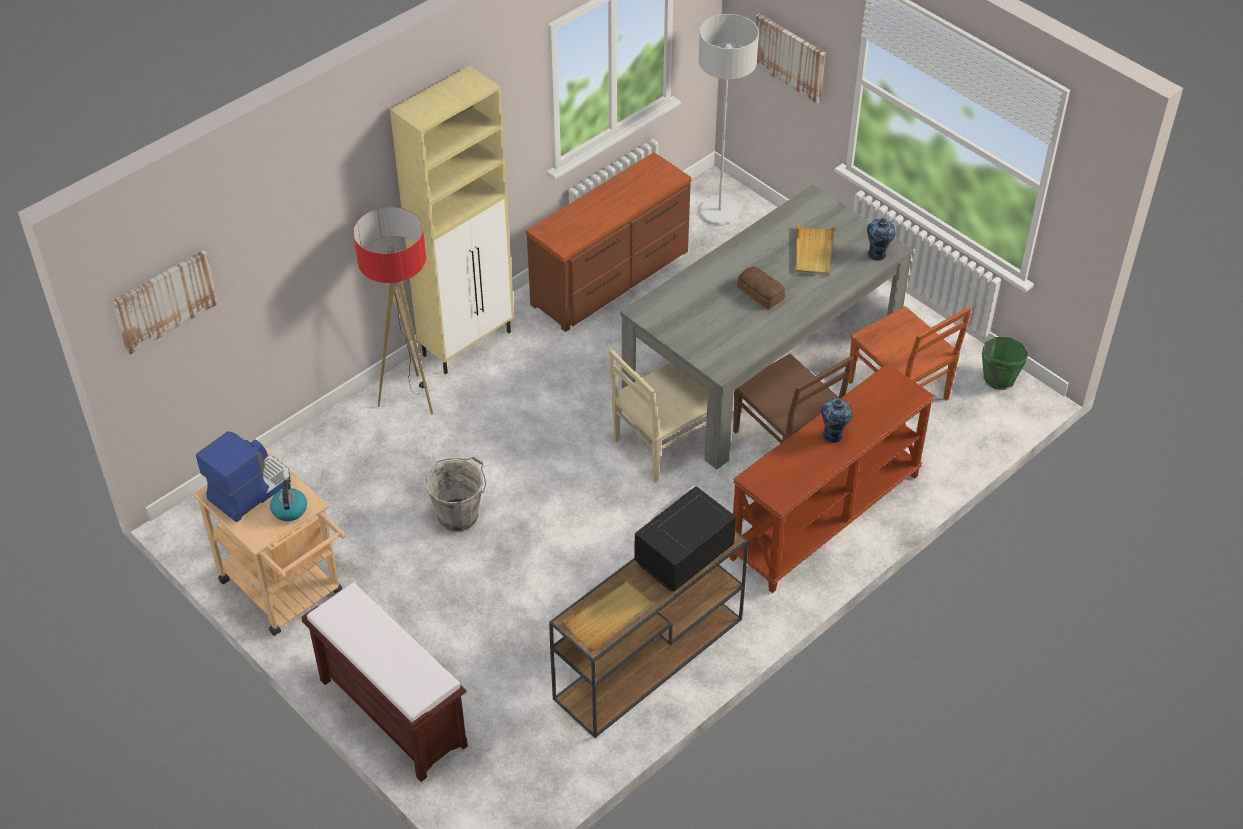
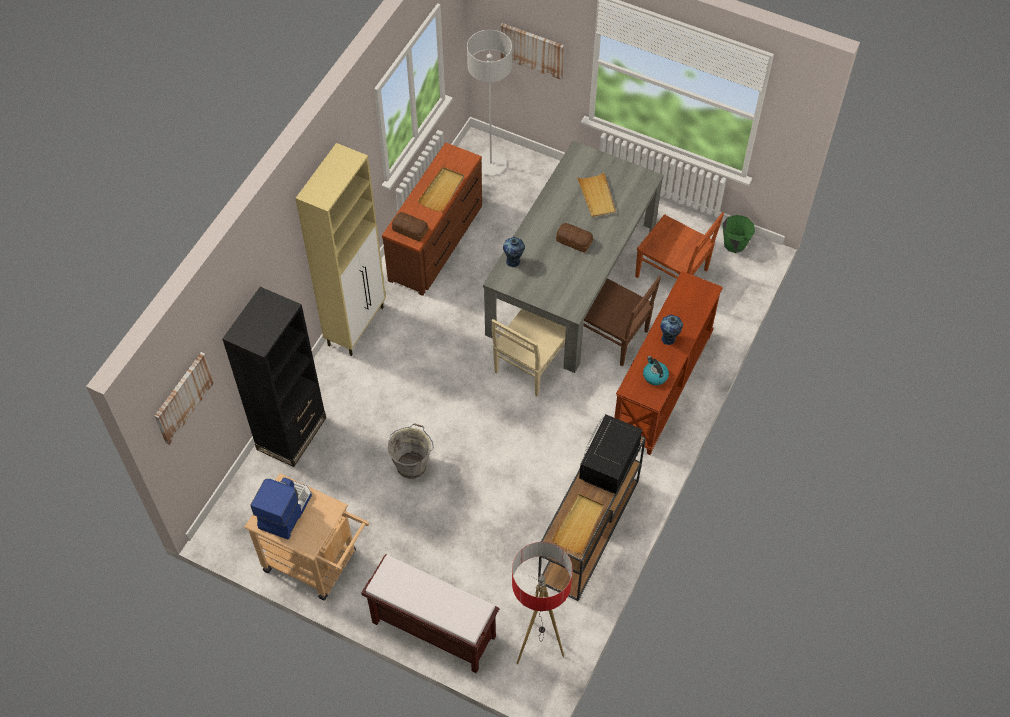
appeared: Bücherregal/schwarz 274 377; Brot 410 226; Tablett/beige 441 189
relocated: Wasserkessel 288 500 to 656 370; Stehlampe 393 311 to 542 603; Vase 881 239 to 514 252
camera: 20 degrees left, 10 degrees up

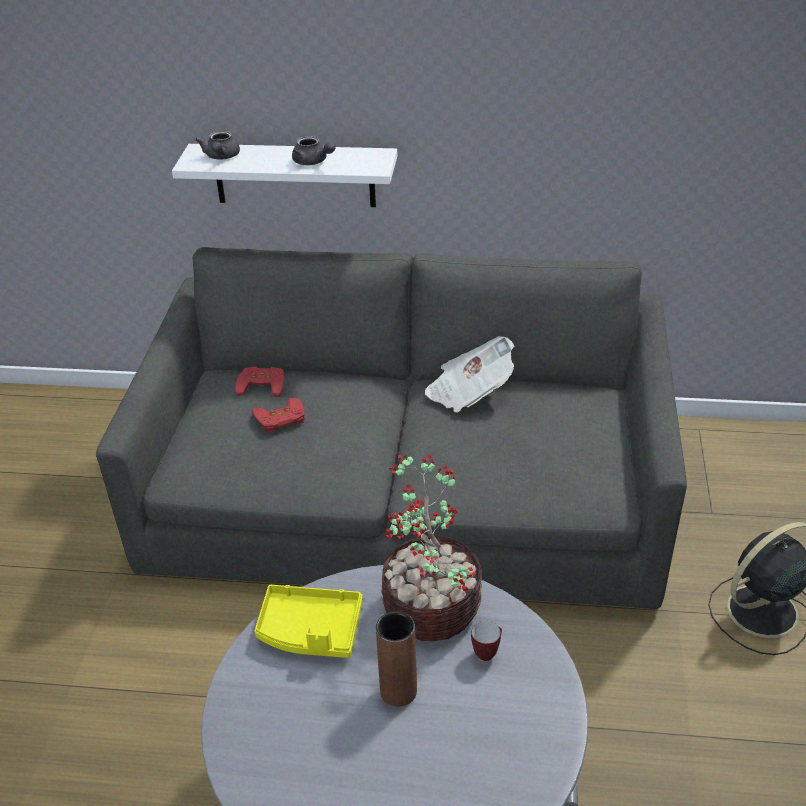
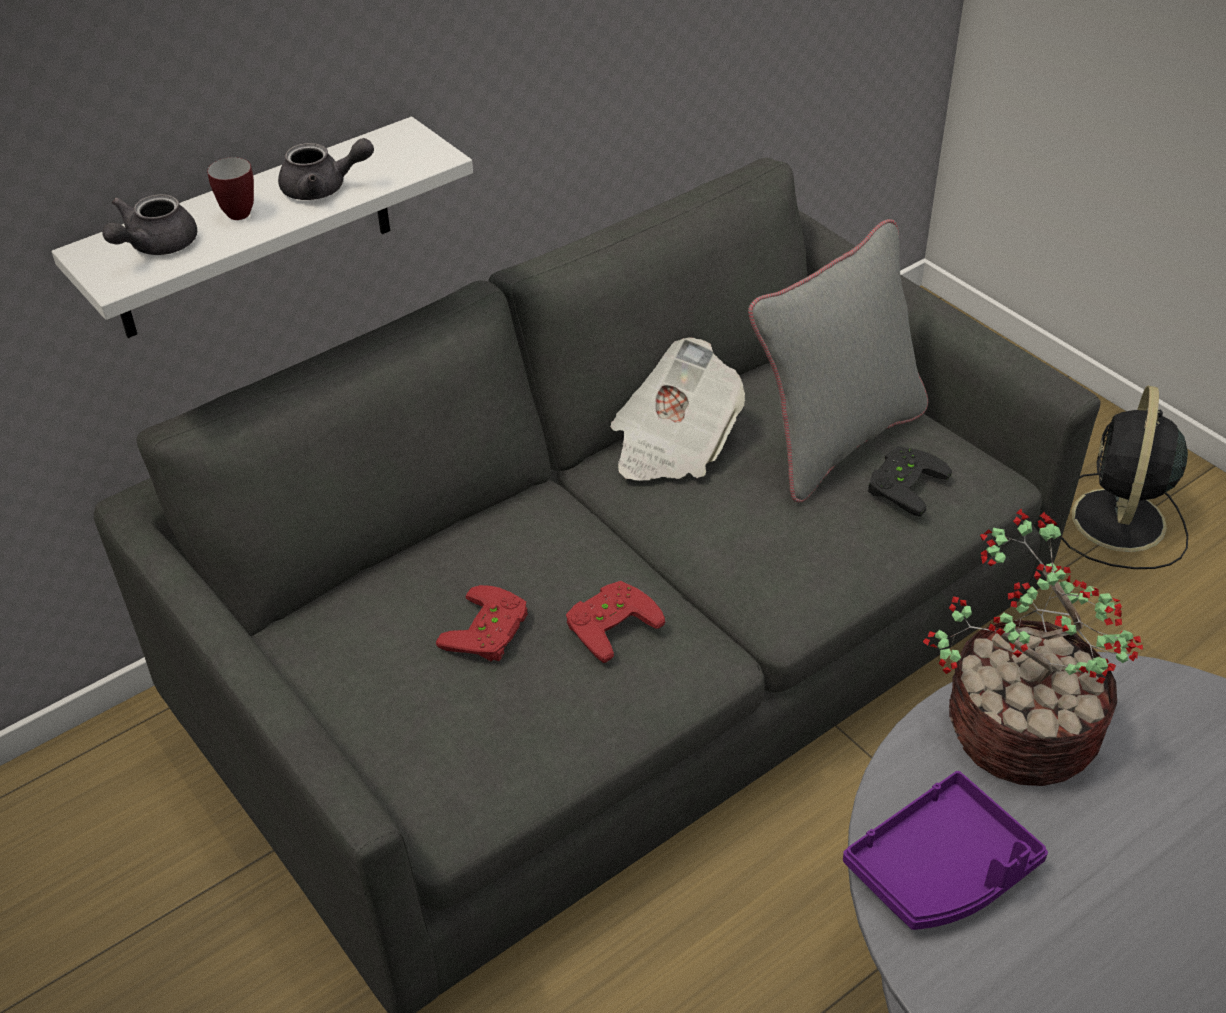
missing: Vase/braun 396 659
appeared: Kissen/grau 838 360; Gamepad/schwarz 910 481
relocated: Gamepad/rot 259 382 to 615 622; Henkelbecher 486 641 to 230 188
colour: Tablett/gelb 309 621 to Tablett/lila 945 850
spun: Teekanne/grau 217 145 = 150 224 75 degrees clockwise
camera: 45 degrees left, 5 degrees up

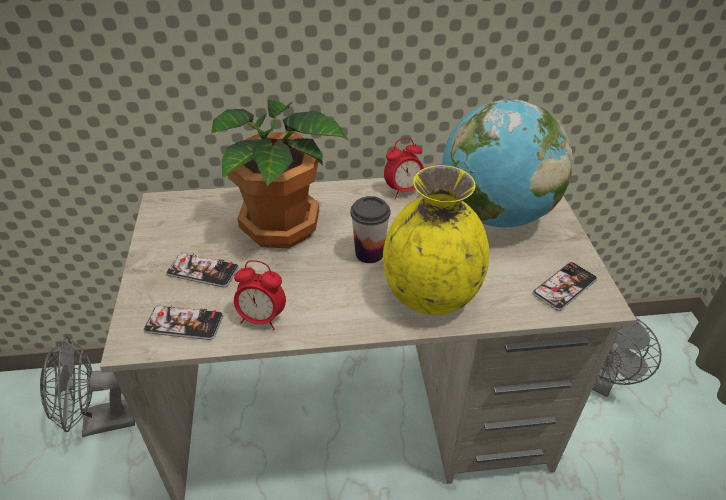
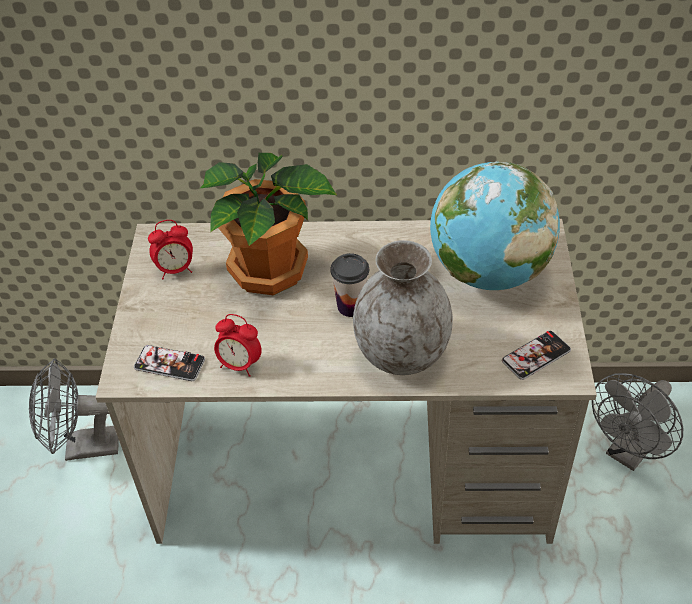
missing: Handy 202 270
relocated: Wecker 404 168 to 170 249
colour: Vase/gelb 436 240 to Vase/grau 403 307
camera: 10 degrees right, 5 degrees up

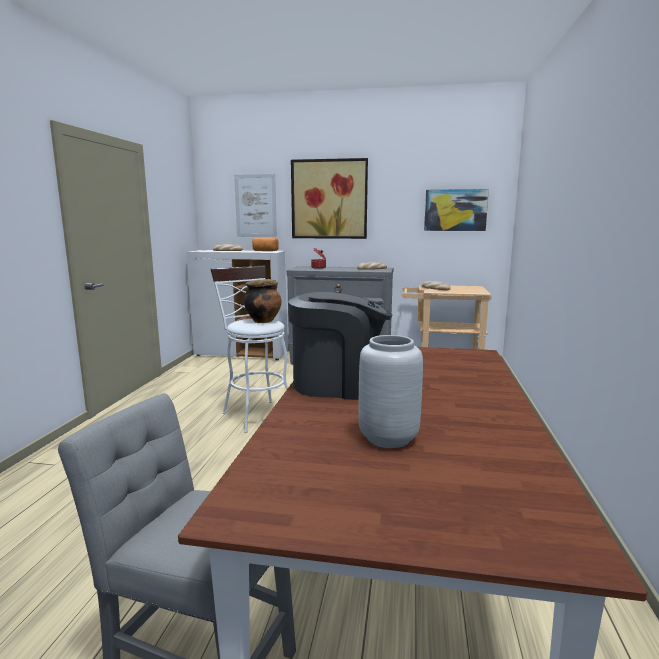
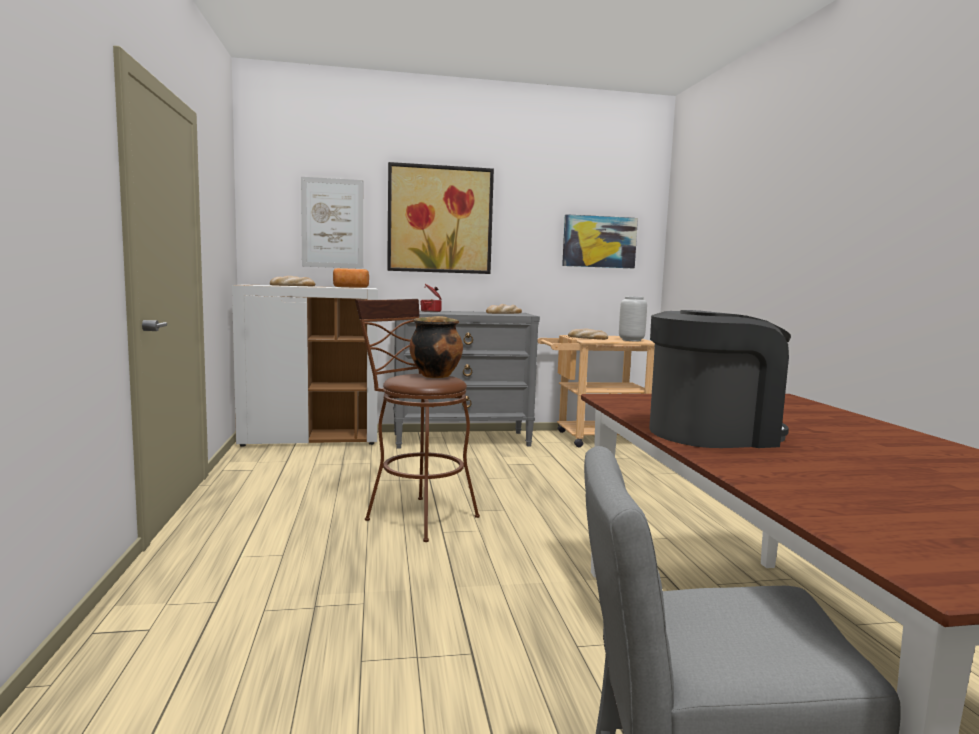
relocated: Vase/grau 391 391 to 633 318
colour: Hocker/weiß 249 349 to Hocker/braun 417 420
camera: 20 degrees left, 5 degrees down

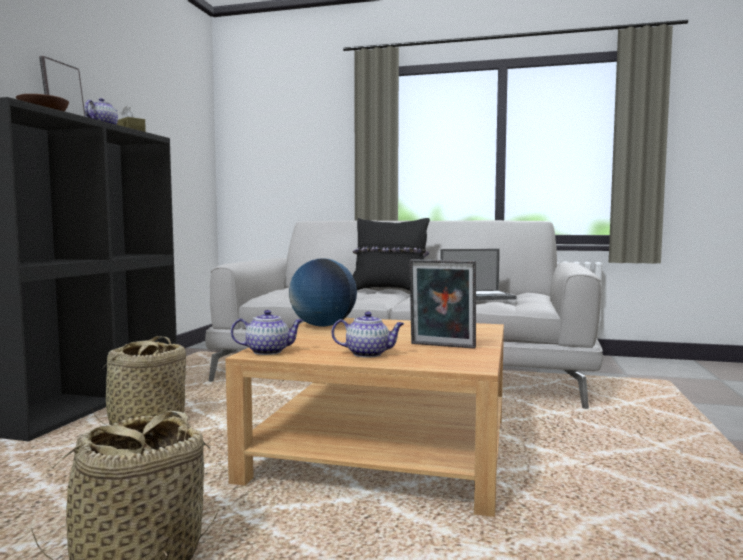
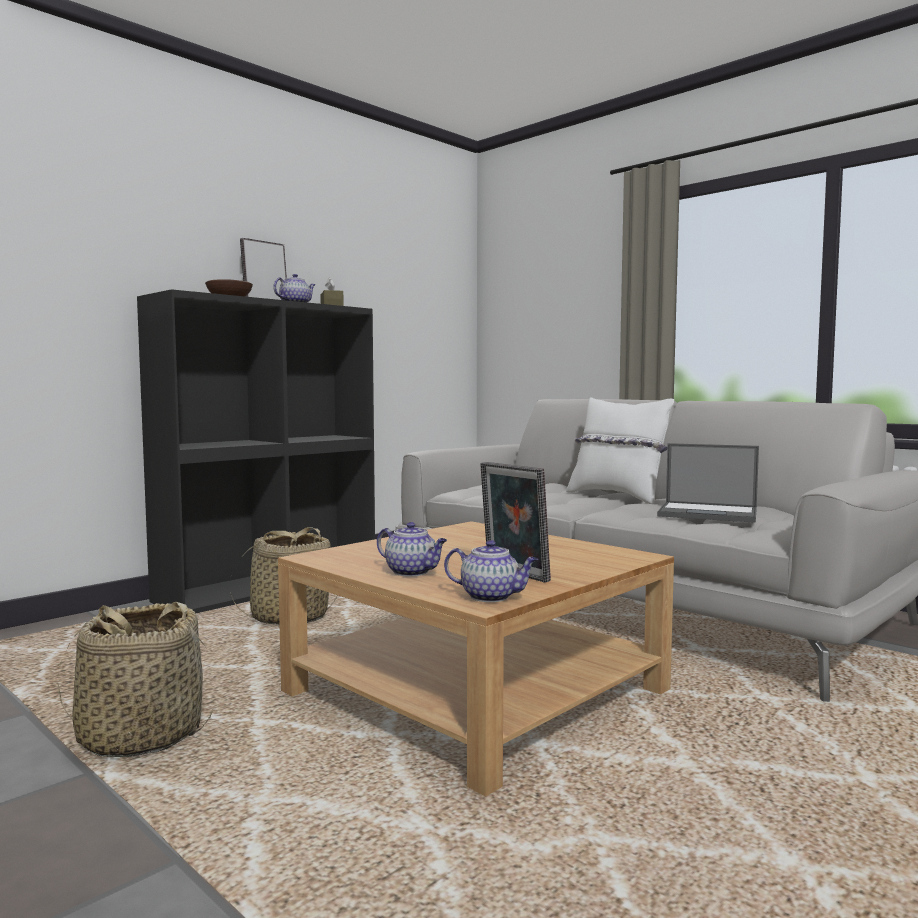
missing: Globus 323 292
relocated: Teekanne 267 332 to 491 571
colour: Kissen/schwarz 391 254 to Kissen/weiß 620 450
camera: 30 degrees right, 0 degrees up

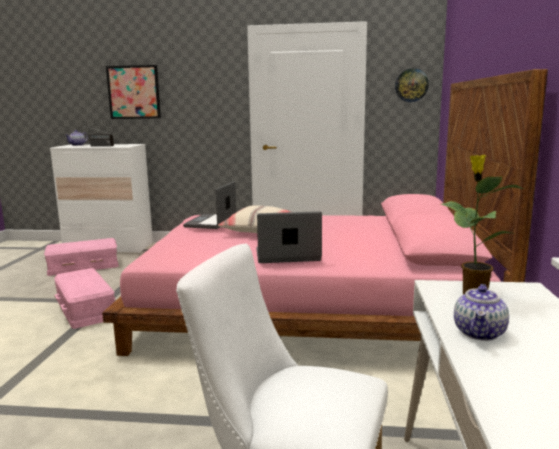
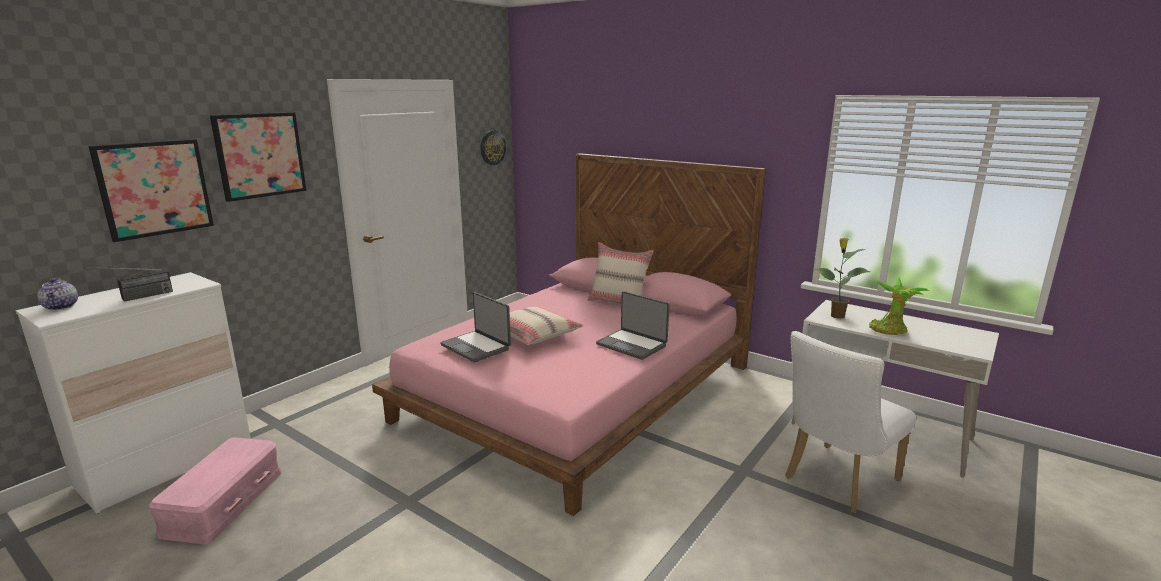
missing: Aufbewahrungsbox/rosa 84 298
appeared: Bild 258 157; Kissen/beige 620 273
exchanged: Teekanne 481 312 to Topfpflanze 899 306
spun: Laptop 289 237 = 632 325 75 degrees counterclockwise
camera: 60 degrees left, 5 degrees up

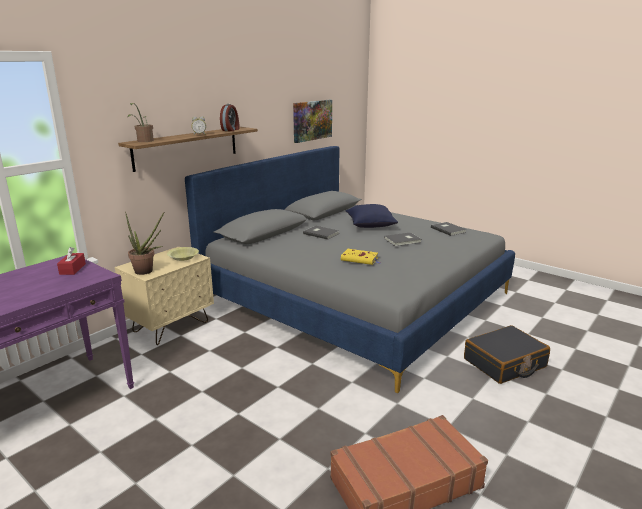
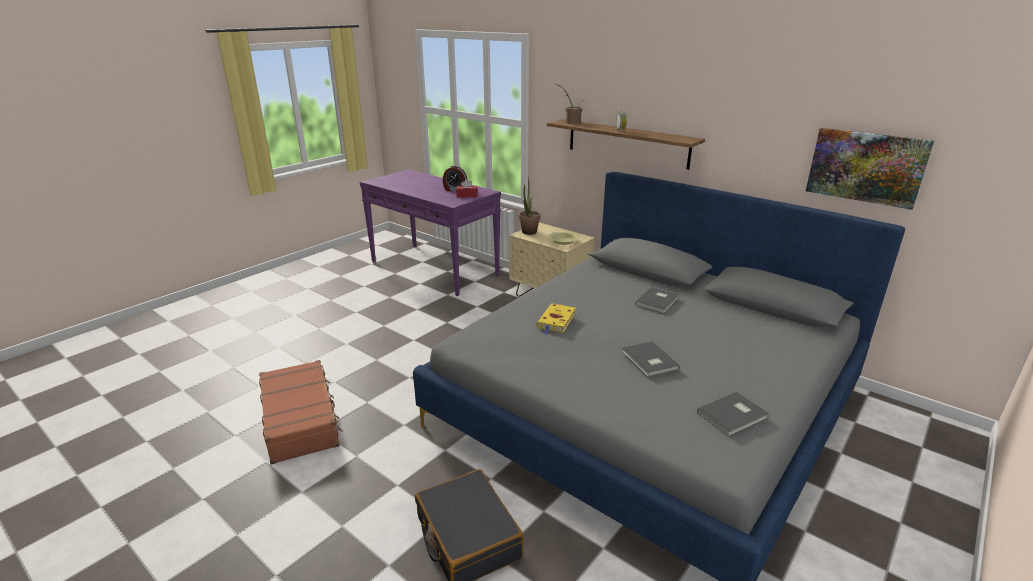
missing: Kissen/blau 372 216
relocated: Wecker 229 117 to 455 178
camera: 90 degrees right, 5 degrees up

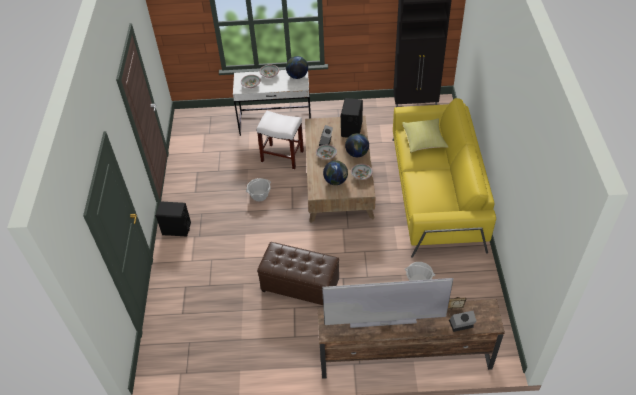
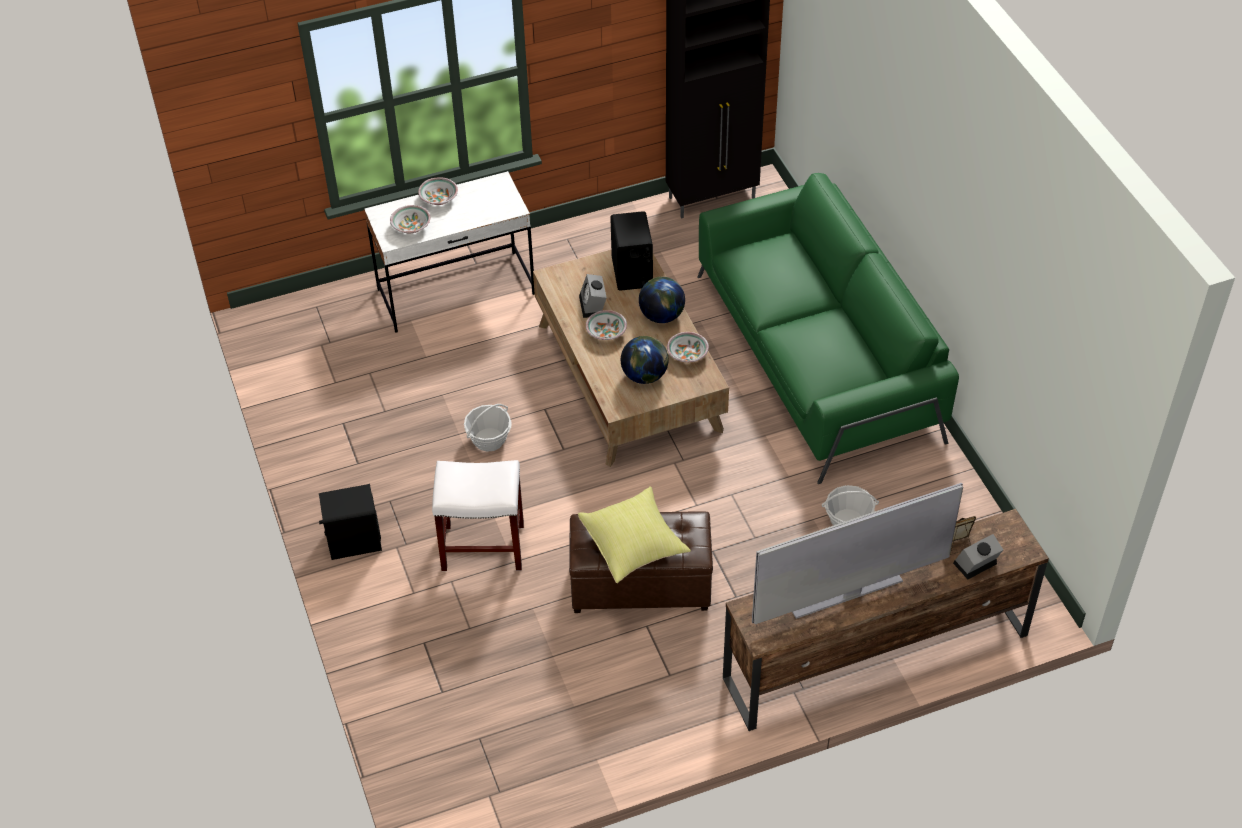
missing: Globus 297 67
relocated: Hocker/weiß 280 140 to 478 515; Kissen/gelb 425 135 to 634 534
colour: Sofa/gelb 444 178 to Sofa/grün 828 328
camera: 20 degrees left, 0 degrees up

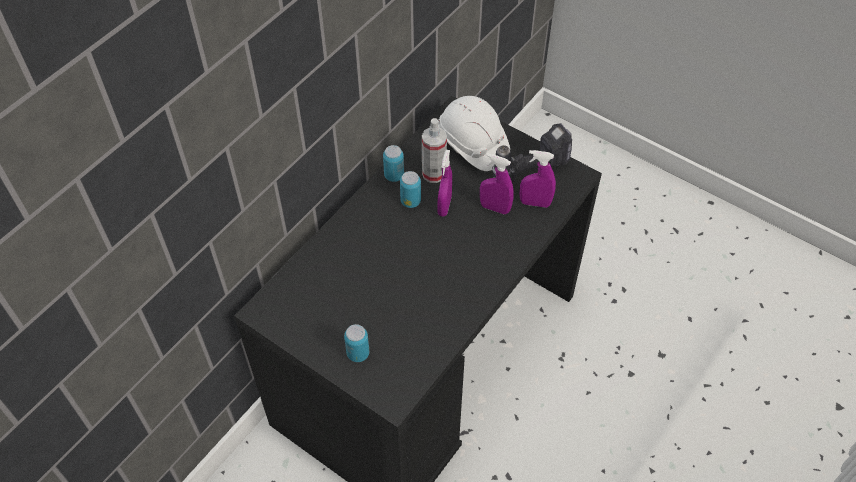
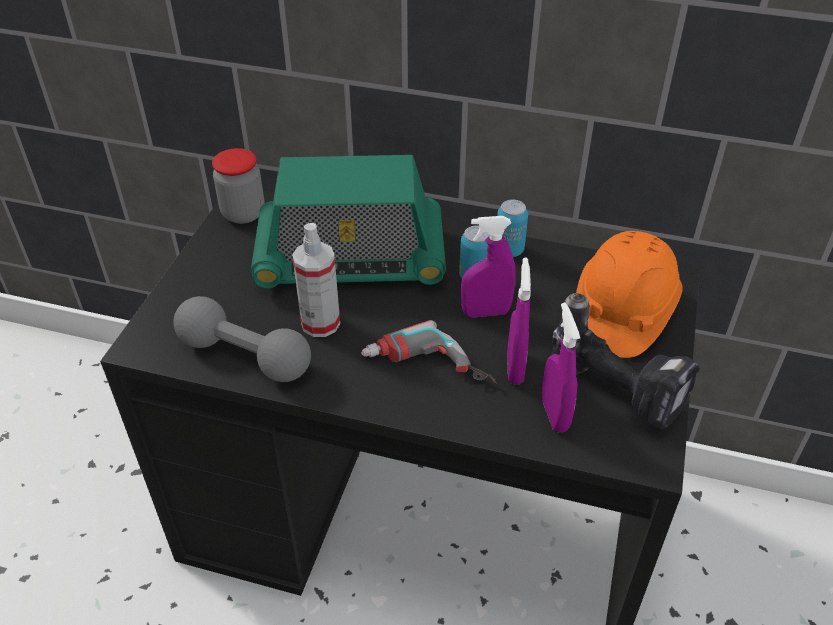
missing: Dose 356 343
appeared: Hantel/grau 242 339; Vorratsglas 238 186; Radio 348 222; Bohrmaschine 428 352
relocated: Sprühflasche 434 150 to 316 280
colour: Schutzhelm/weiß 474 133 to Schutzhelm/orange 629 294
camera: 70 degrees right, 10 degrees down

